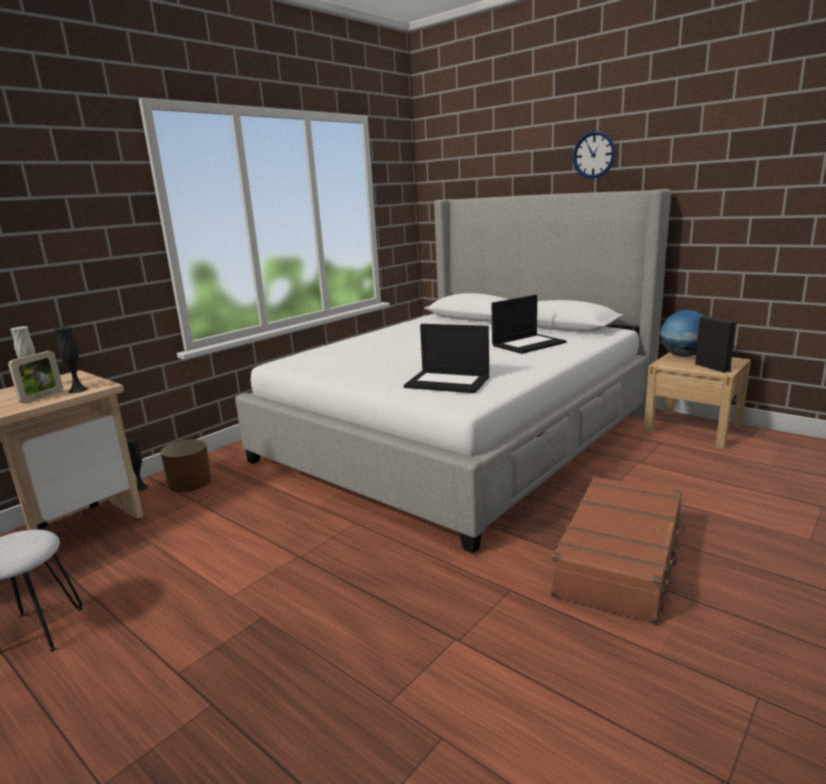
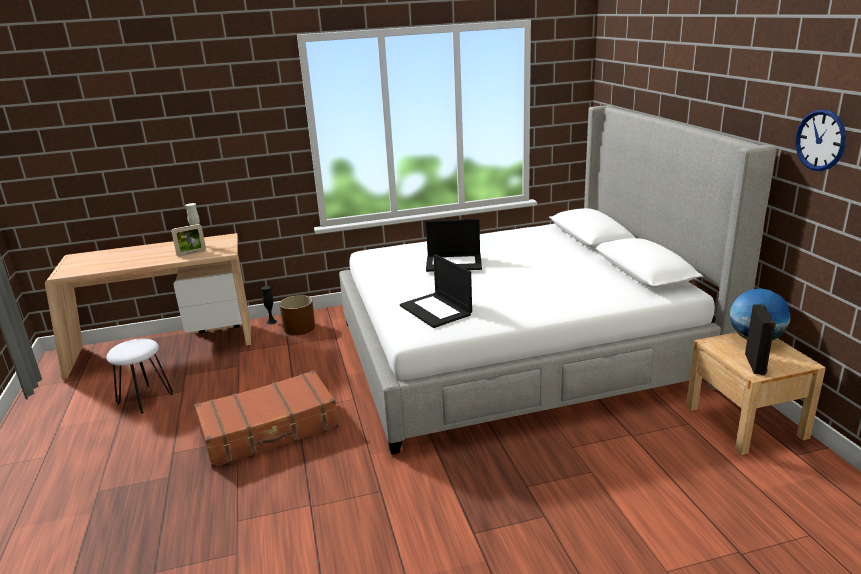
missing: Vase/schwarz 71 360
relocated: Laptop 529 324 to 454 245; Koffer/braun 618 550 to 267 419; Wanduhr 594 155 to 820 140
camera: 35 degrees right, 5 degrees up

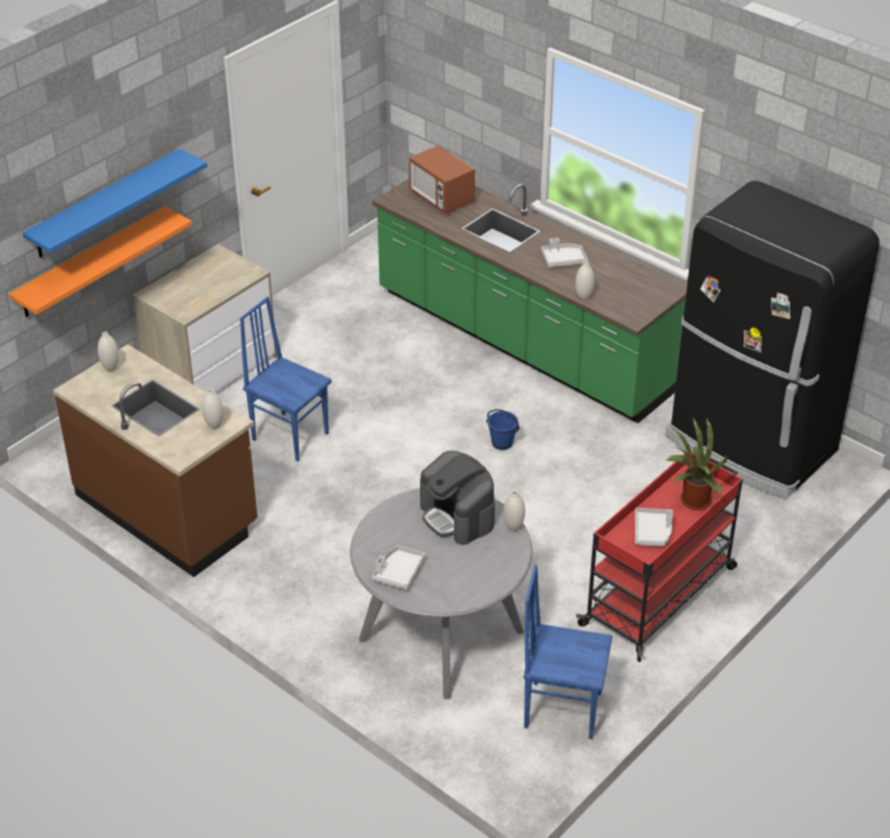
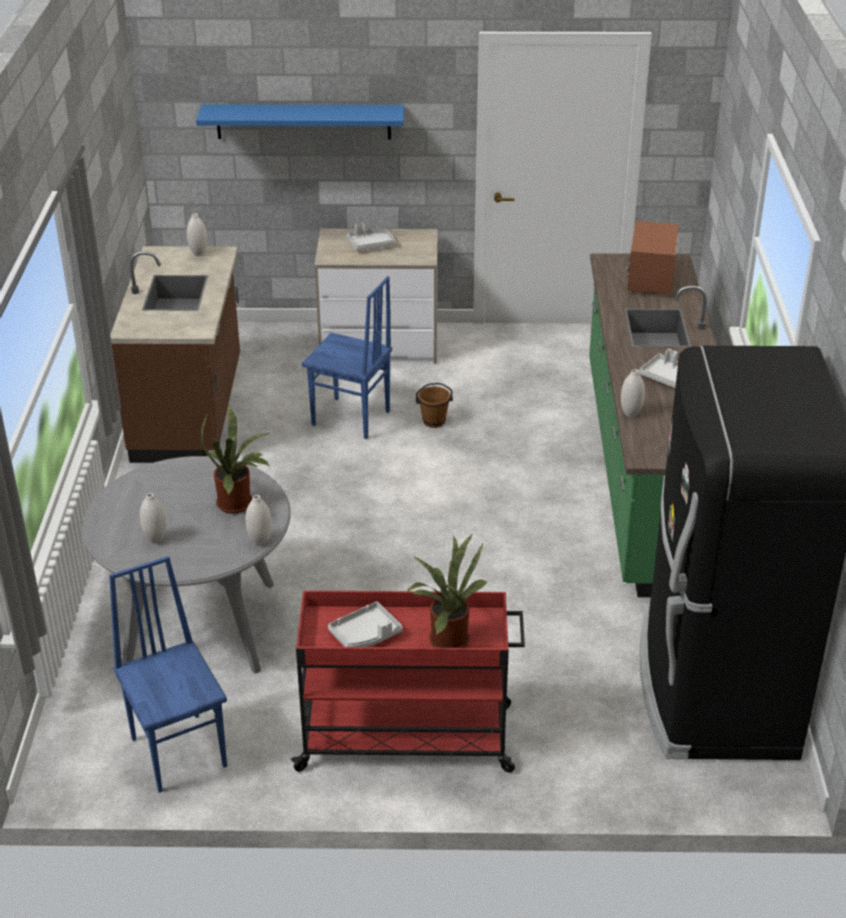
missing: Wandregal/orange 100 261; Eimer/blau 503 429
appeared: Eimer/braun 434 405
relocated: Vase/weiß 213 409 to 153 518; Tablett/grau 399 568 to 371 237
exchanged: Kaffeemaschine 457 498 to Topfpflanze 236 459
spun: Stuhl/blau 286 378 = 347 357 120 degrees clockwise
camera: 50 degrees right, 5 degrees down

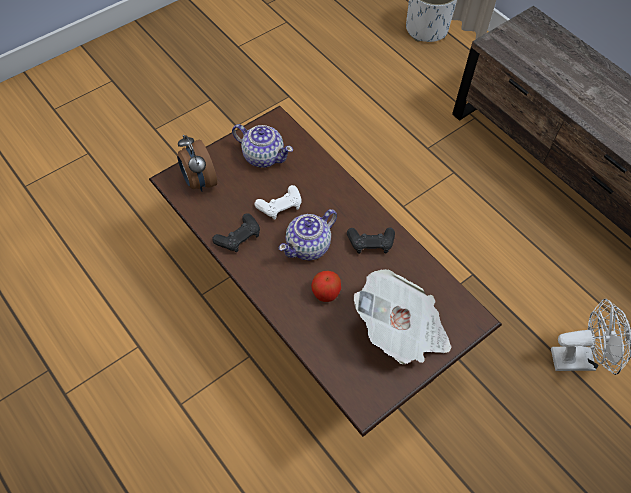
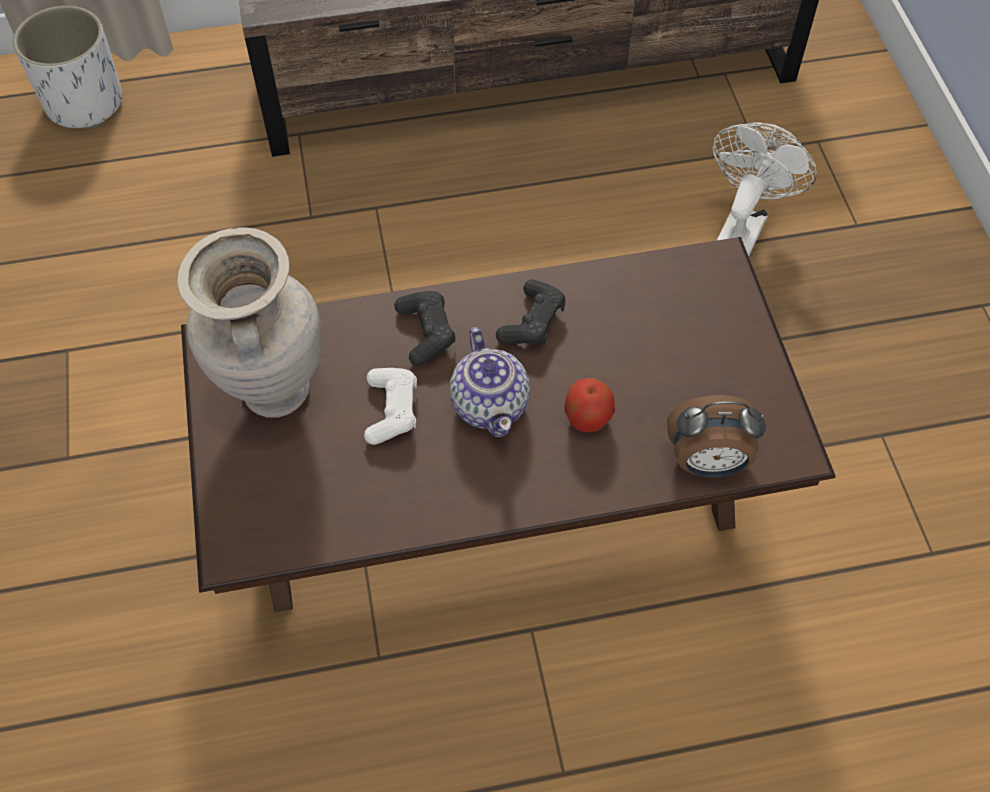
missing: Zeitung 403 316
relocated: Wecker 197 163 to 716 436; Gamepad/schwarz 236 232 to 424 328
exchanged: Teekanne 262 146 to Vase/beige 249 322
camera: 60 degrees left, 0 degrees up

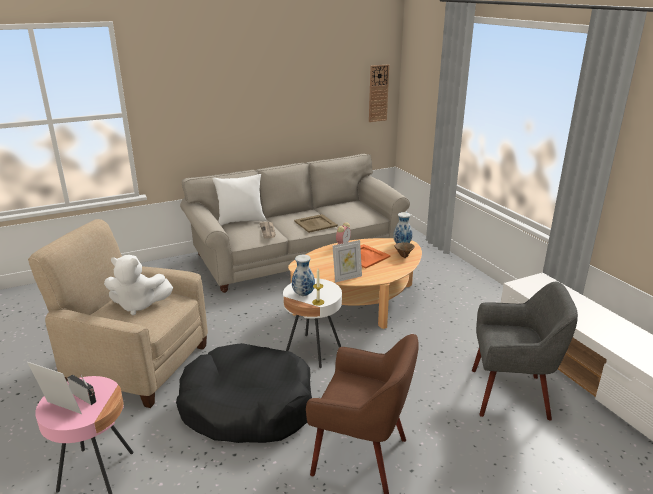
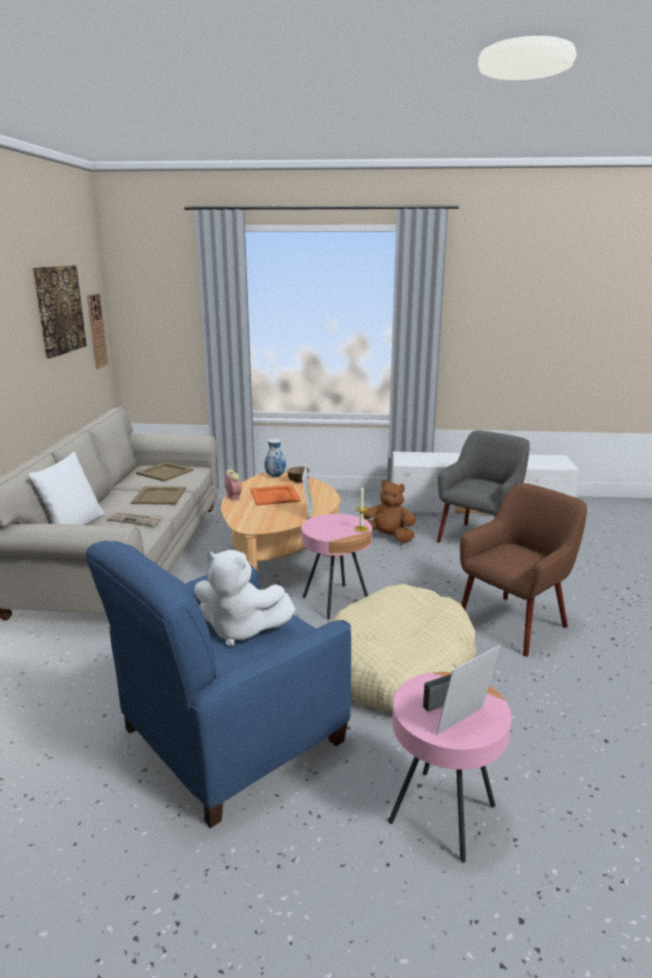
missing: Vase 303 275
appeared: Bild 59 311; Tablett/beige 165 472; Plüschtier/braun 389 511
colour: Sessel/beige 118 313 to Sessel/blau 218 684; Hundebett/schwarz 244 393 to Hundebett/beige 404 648; Beistelltisch/weiß 312 323 to Beistelltisch/rosa 337 567
spun: Plüschtier/weiß 138 285 = 245 598 75 degrees clockwise
camera: 60 degrees left, 5 degrees down

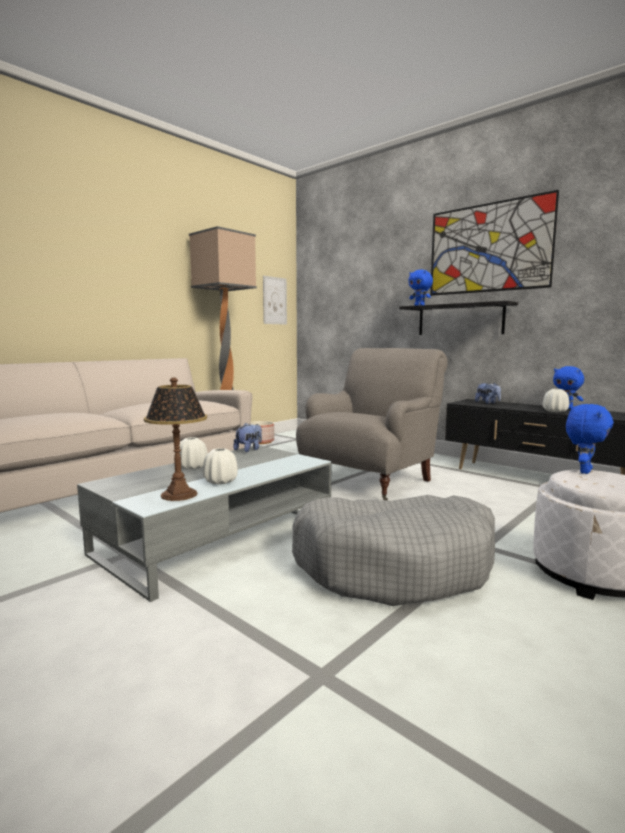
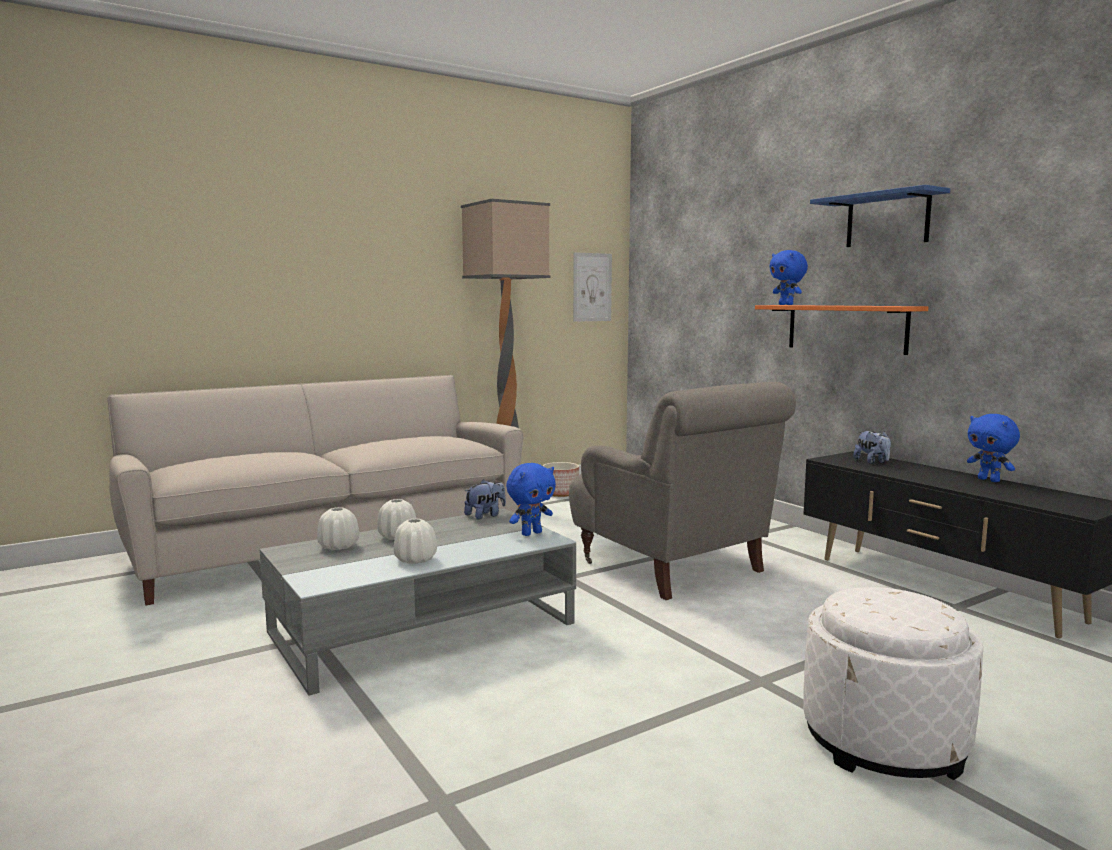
missing: Tischlampe 175 439; Hundebett/grau 393 550
relocated: Vase/weiß 556 400 to 338 528; Plüschtier/blau 590 439 to 531 499
exchanged: Bild 494 243 to Wandregal/blau 880 216
colour: Wandregal/schwarz 458 318 to Wandregal/orange 841 330
spun: Sessel/grau 372 424 = 682 491 90 degrees clockwise
camera: 15 degrees right, 0 degrees up

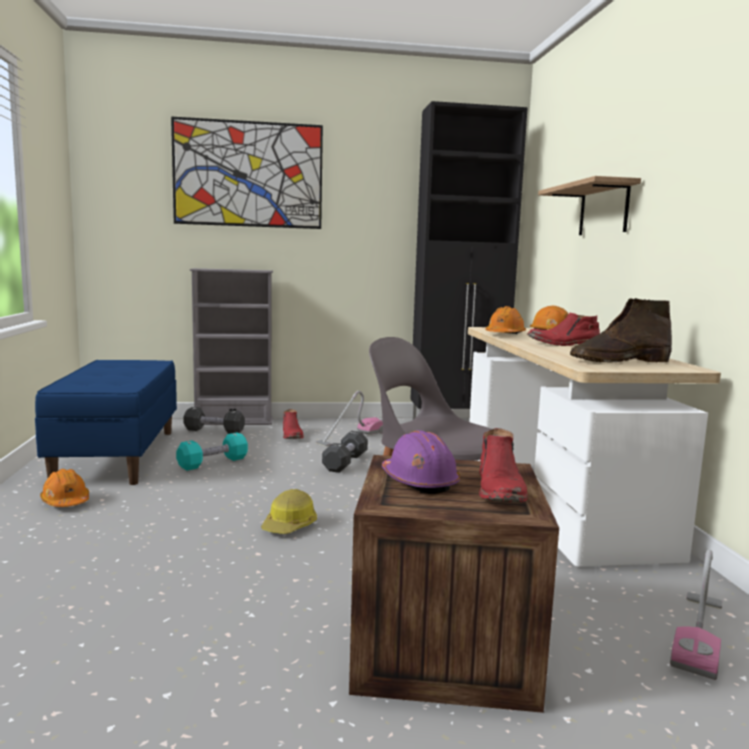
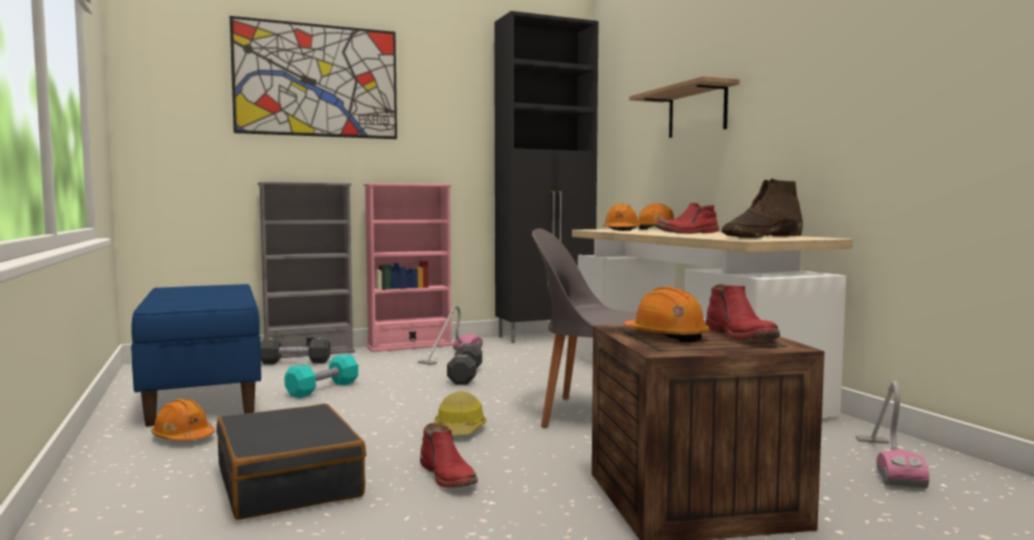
appeared: Koffer/schwarz 291 461; Bücherregal/rosa 408 267
relocated: Stiefel/rot 293 424 to 449 455
colour: Schutzhelm/lila 421 462 to Schutzhelm/orange 666 314
camera: 15 degrees left, 5 degrees down

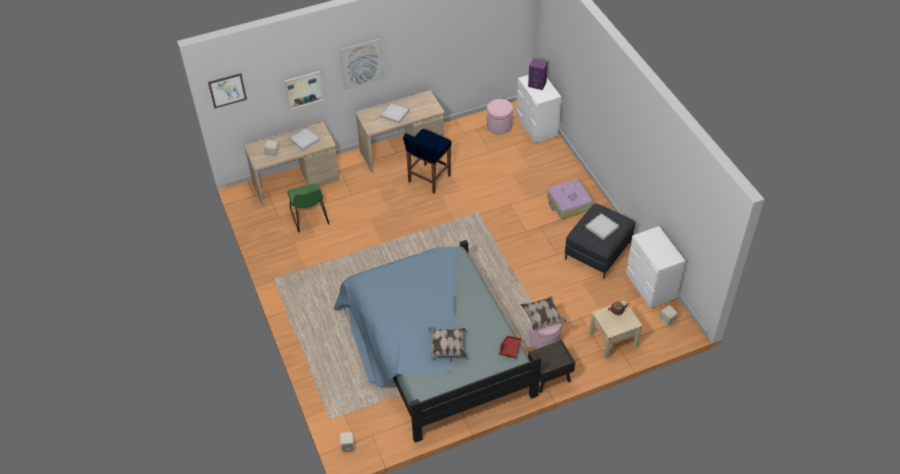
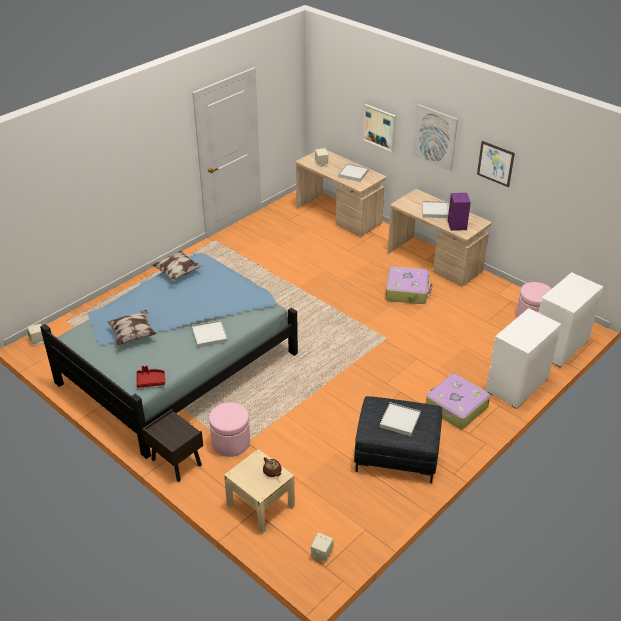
missing: Stuhl/grün 308 208
appeared: Tablett/weiß 210 334
relocated: Bild 227 91 to 496 164; Kissen 543 313 to 177 266; Lautsprecher/lila 538 74 to 459 212; Kommode/weiß 655 267 to 523 358
exchanged: Hocker/blau 427 161 to Koffer 409 285
camera: 65 degrees right, 10 degrees down

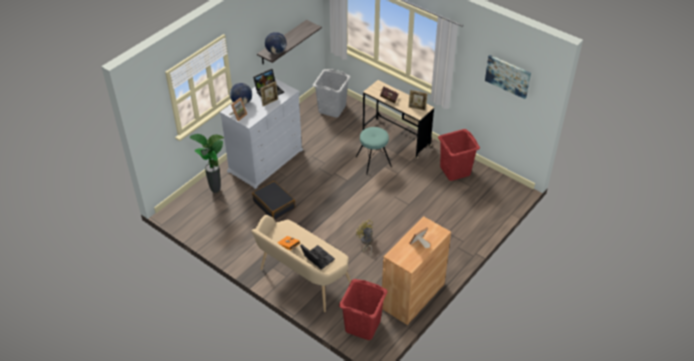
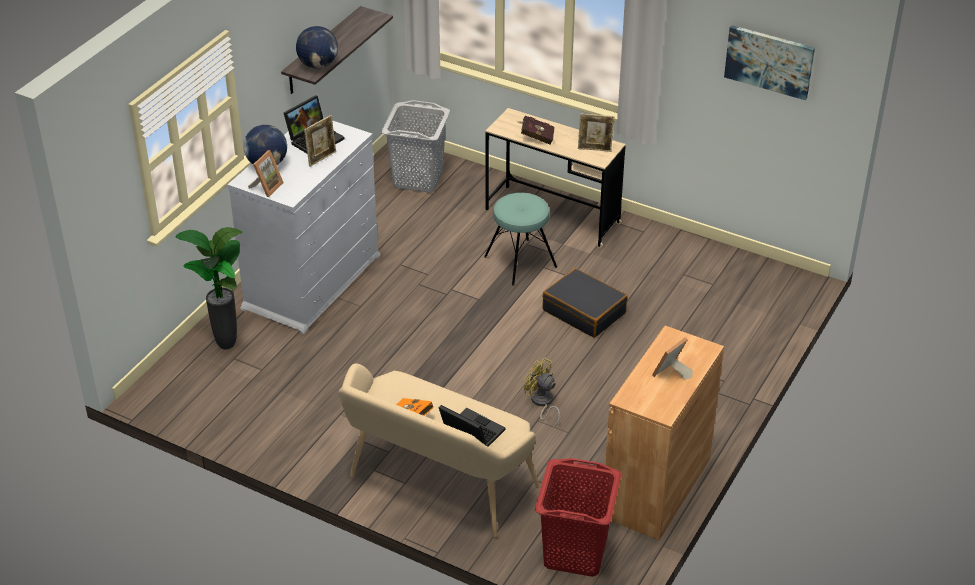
missing: Wäschekorb/rot 459 155
relocated: Koffer/schwarz 273 200 to 585 303
camera: 10 degrees left, 5 degrees down

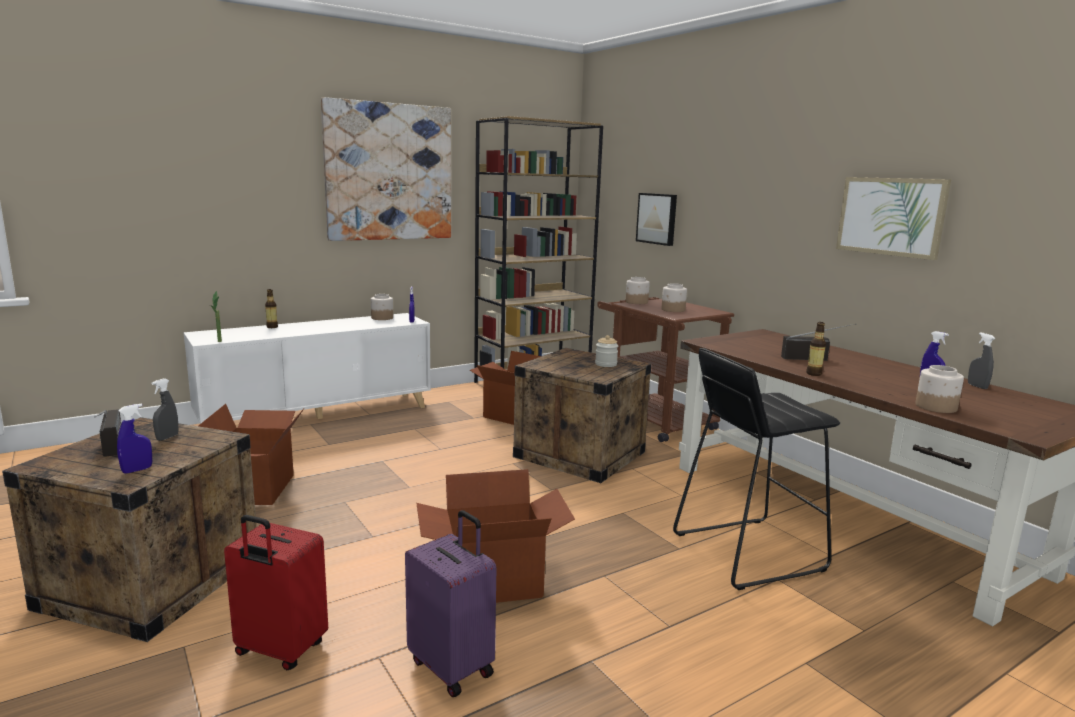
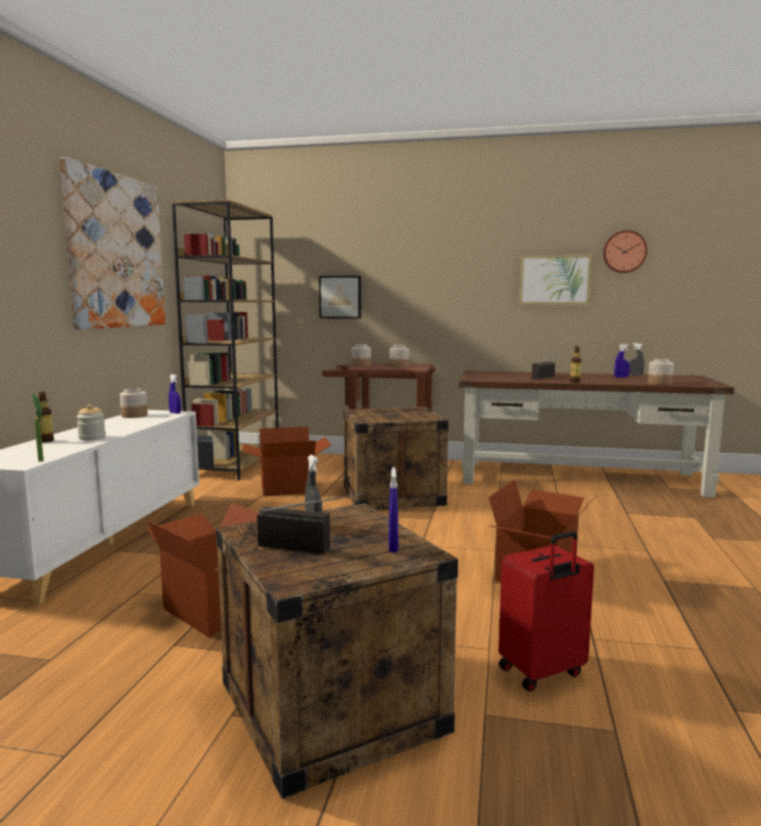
missing: Koffer/lila 450 603; Hocker/schwarz 756 469
appeared: Wanduhr 625 251
relocated: Vorratsglas 606 351 to 91 422
camera: 45 degrees left, 5 degrees down

